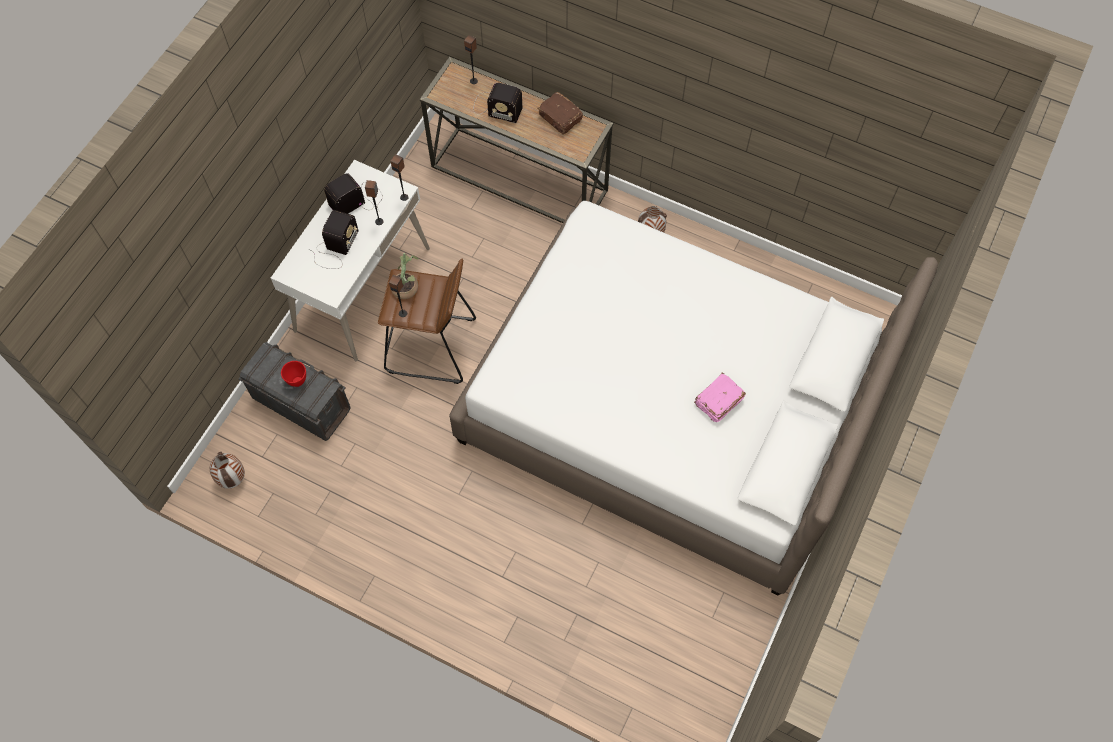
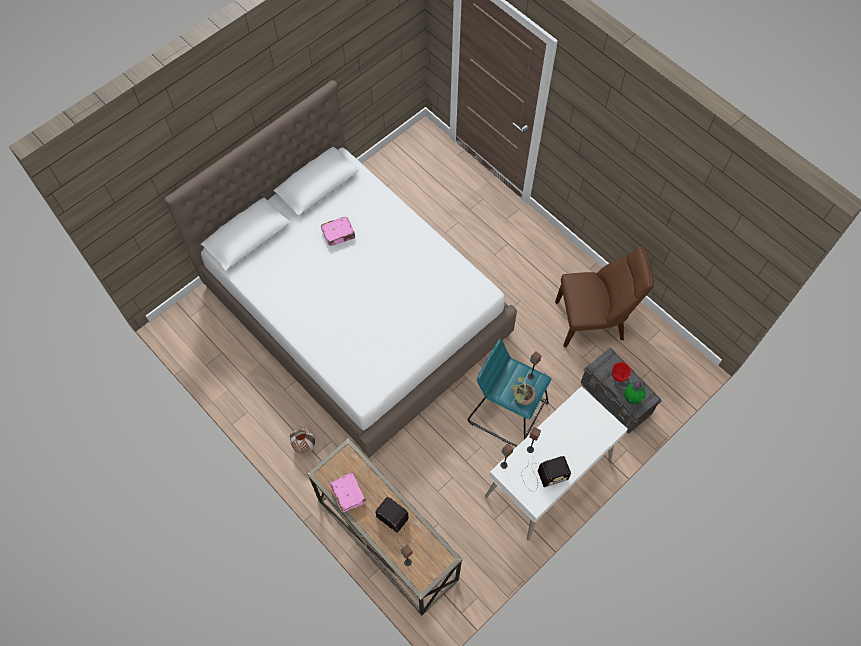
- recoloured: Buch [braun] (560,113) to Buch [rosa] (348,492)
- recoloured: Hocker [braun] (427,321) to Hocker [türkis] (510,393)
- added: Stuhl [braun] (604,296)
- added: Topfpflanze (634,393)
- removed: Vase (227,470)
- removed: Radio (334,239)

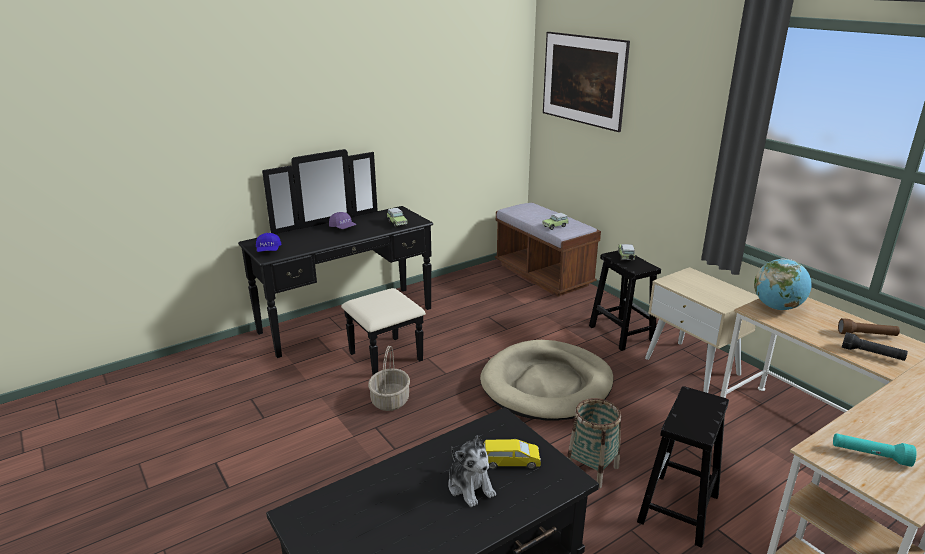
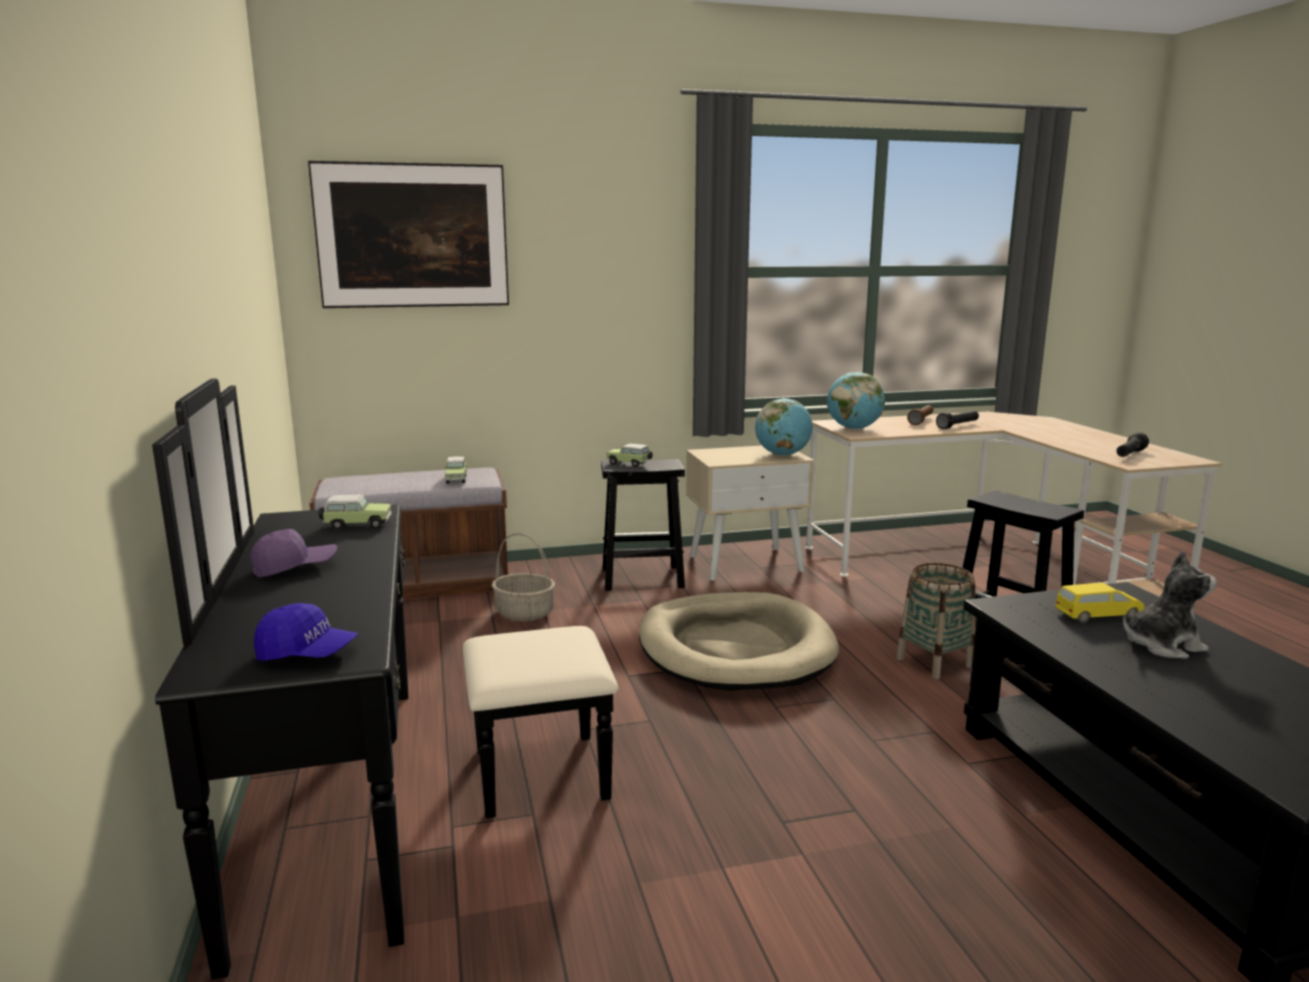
- moved: Korb (389,378) to (523,577)
- added: Globus (783,427)
- turned: Spielzeugauto [gelb] (512,454) = (1100,602) 60 degrees clockwise
- recoloured: Taschenlampe [türkis] (874,450) to Taschenlampe [schwarz] (1132,444)

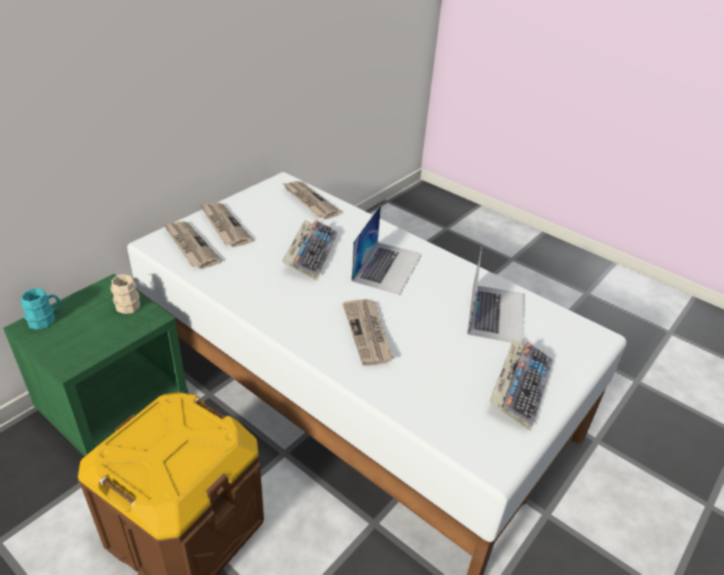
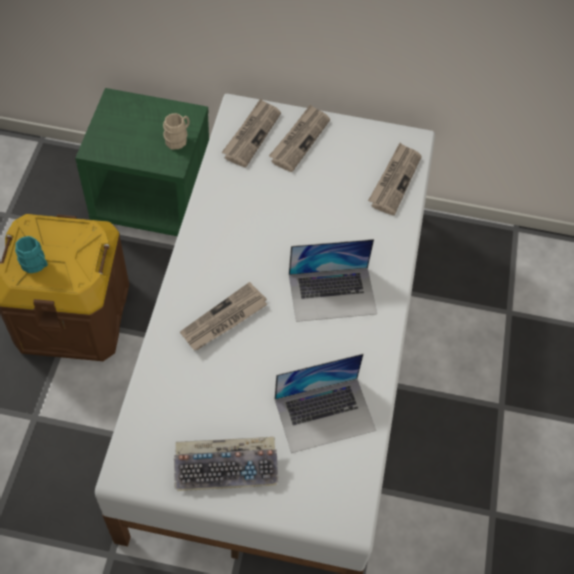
- moved: Henkelbecher [türkis] (41,308) to (31,254)
- removed: Tastatur (309,250)

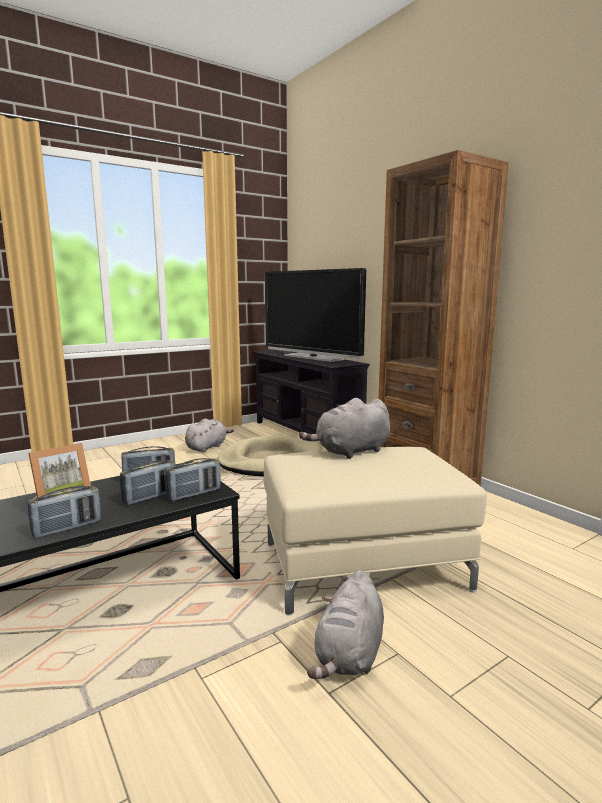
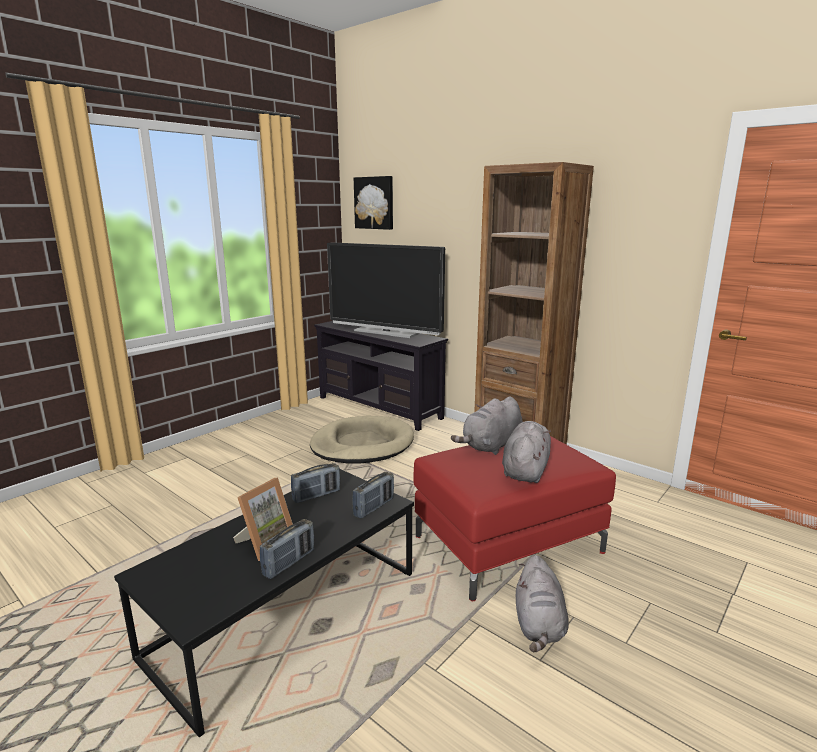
- added: Bild (373,203)
- recoloured: Polsterhocker [beige] (375,531) to Polsterhocker [rot] (515,518)
- moved: Plüschtier [grau] (209,435) to (526,452)
- removed: Radio (148,482)

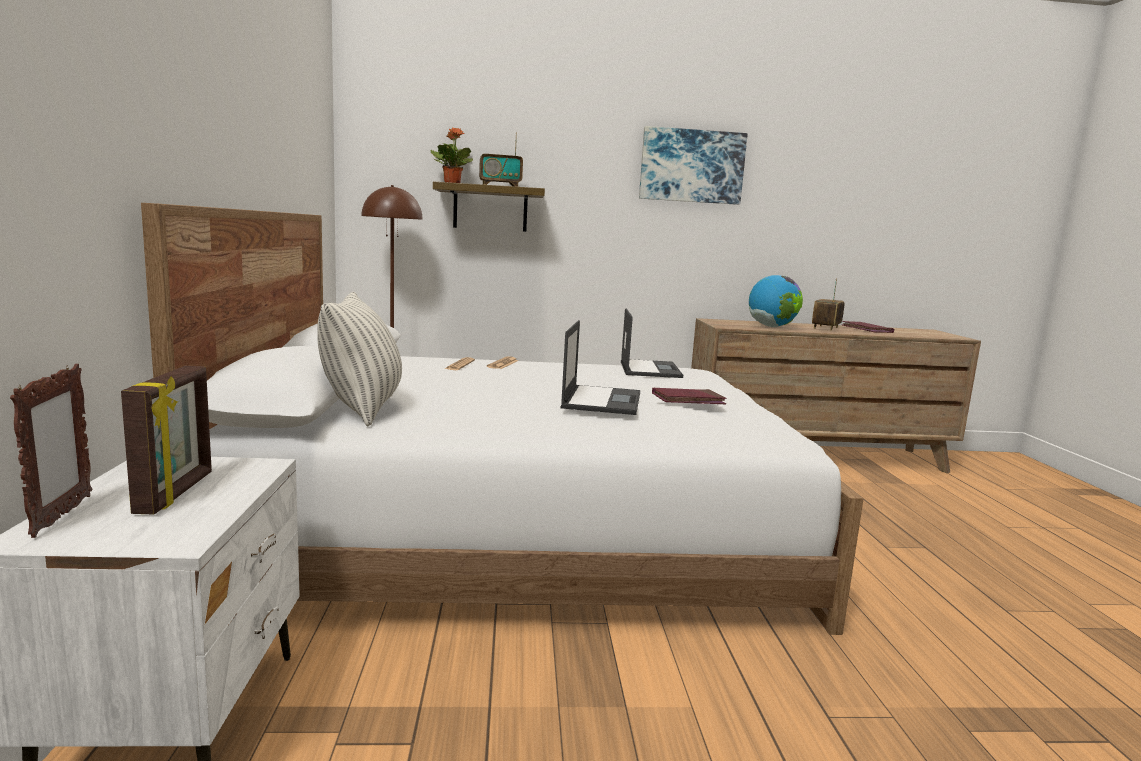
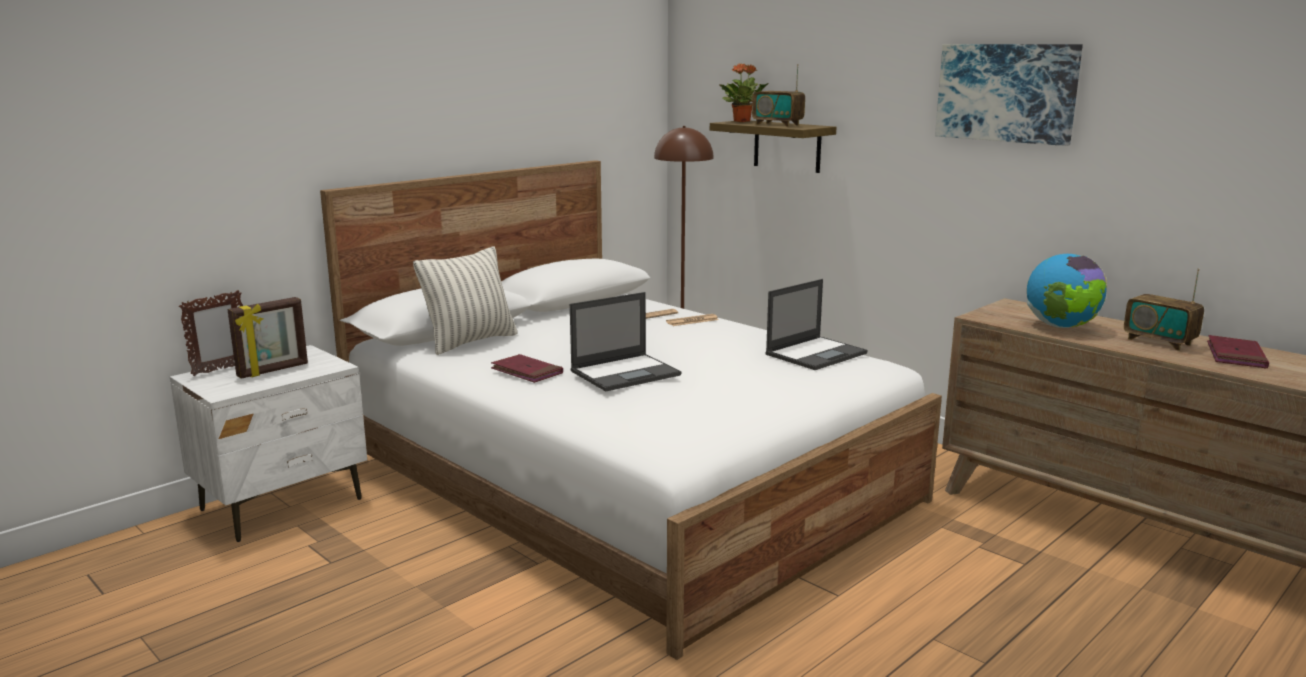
- moved: Buch [rot] (689,396) to (527,368)
- turned: Radio (828,305) = (1164,310) 120 degrees counterclockwise

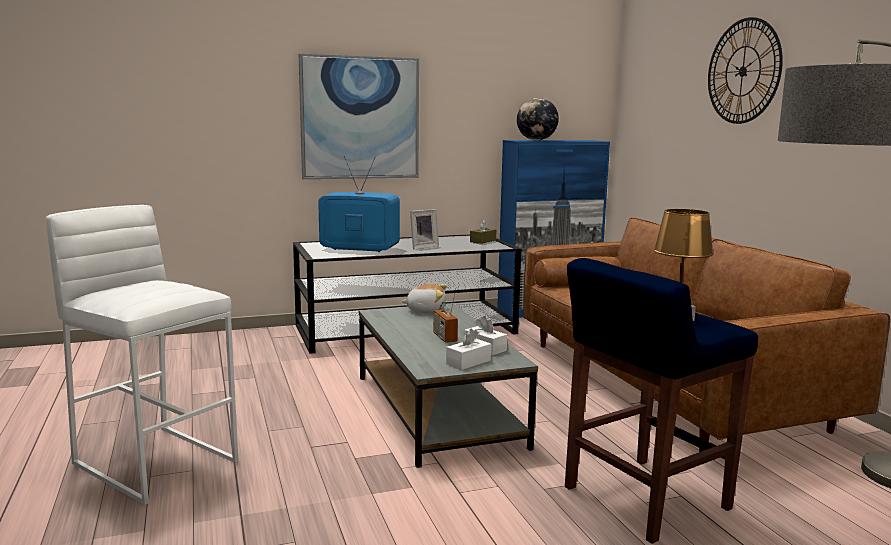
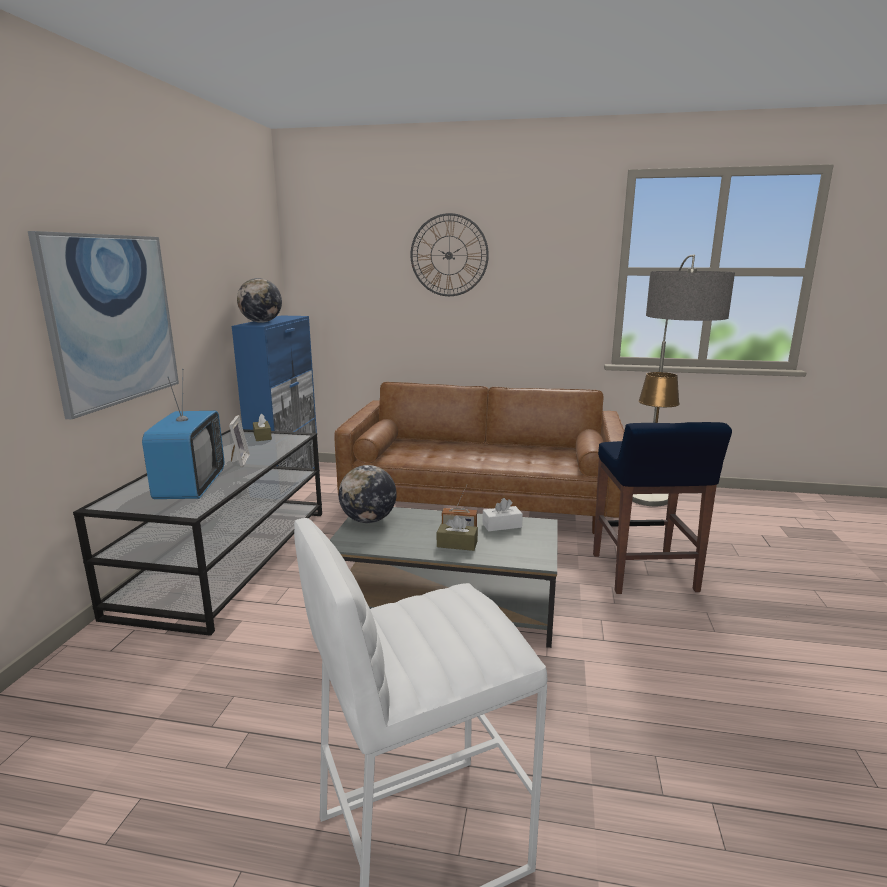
- turned: Fernseher (359,204) = (183,434) 135 degrees clockwise
- replaced: Plüschtier (424,298) to Globus (367,494)
- added: Taschentuchbox [braun] (457,533)
- removed: Taschentuchbox [weiß] (468,349)

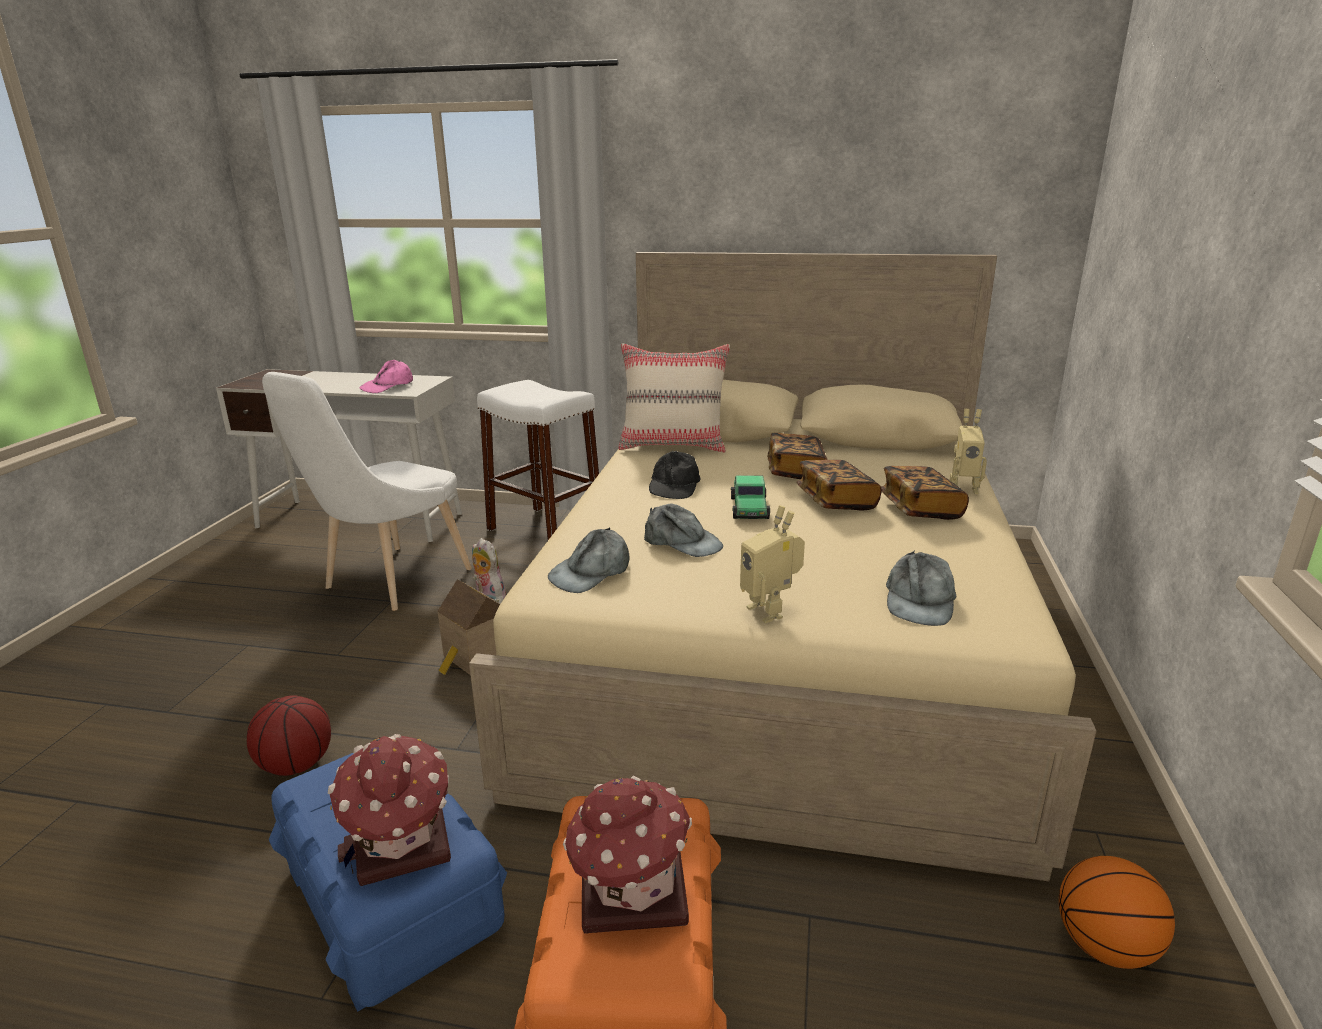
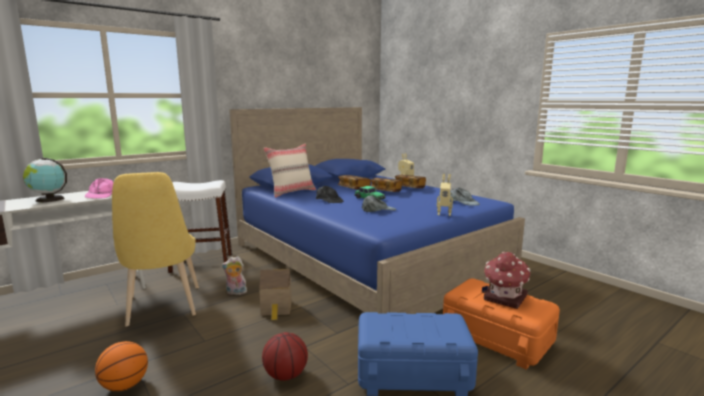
- added: Globus (45,180)
- moved: Basketball (1117,912) to (121,366)
- recoloured: Stuhl [weiß] (367,491) to Stuhl [gelb] (155,249)
- recoloured: Bett [beige] (782,566) to Bett [blau] (377,210)
- removed: Spielzeughaus (389,810)
- removed: Kappe [grau] (589,560)

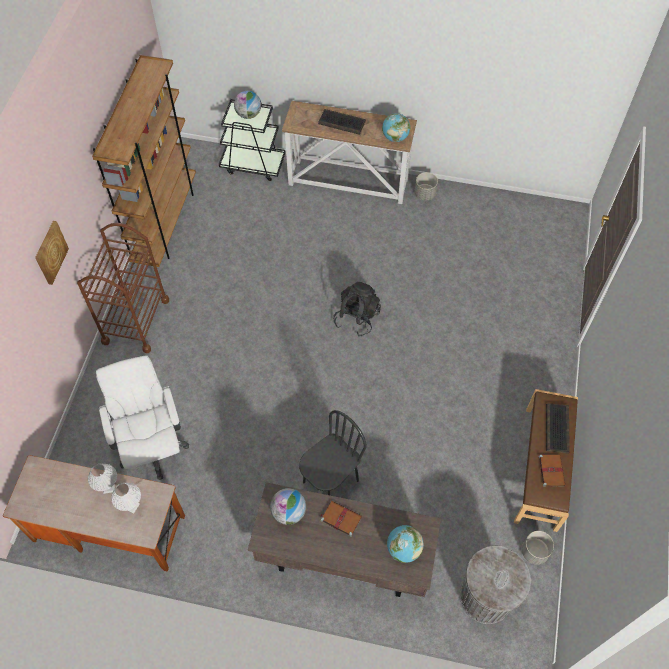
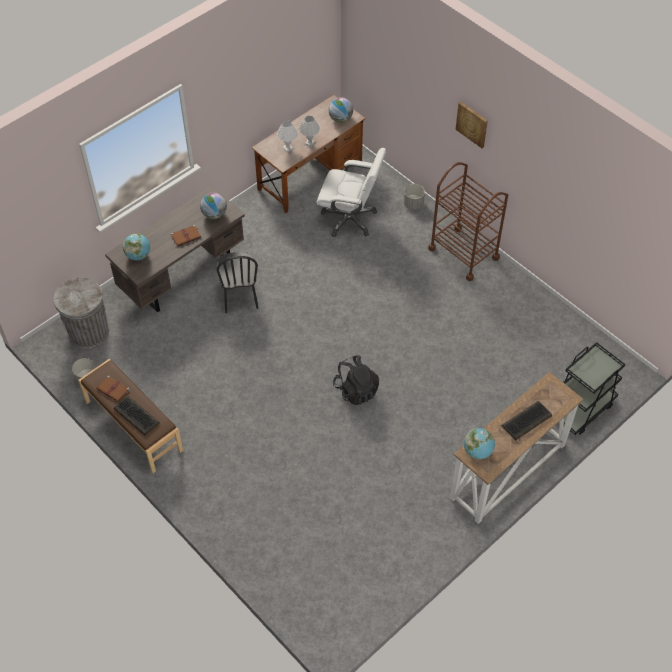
- moved: Globus (247,105) to (341,110)
- moved: Pflanzkübel [grau] (426,186) to (414,197)
- removed: Bücherregal [braun] (144,161)

